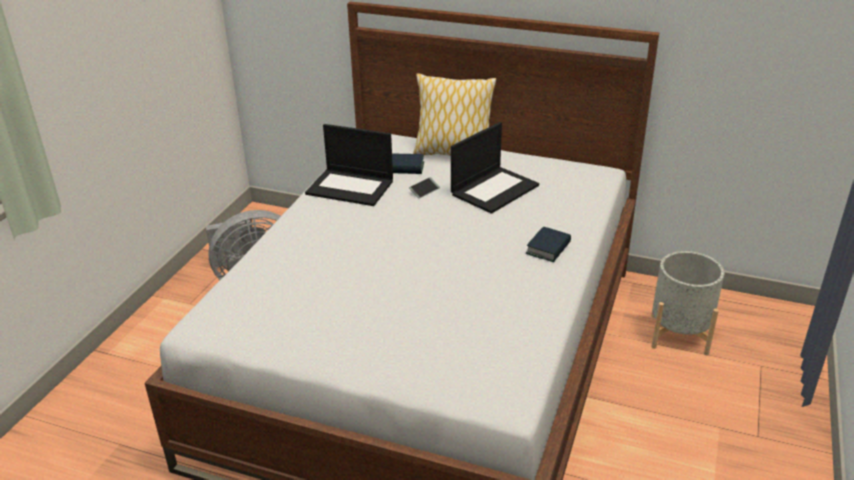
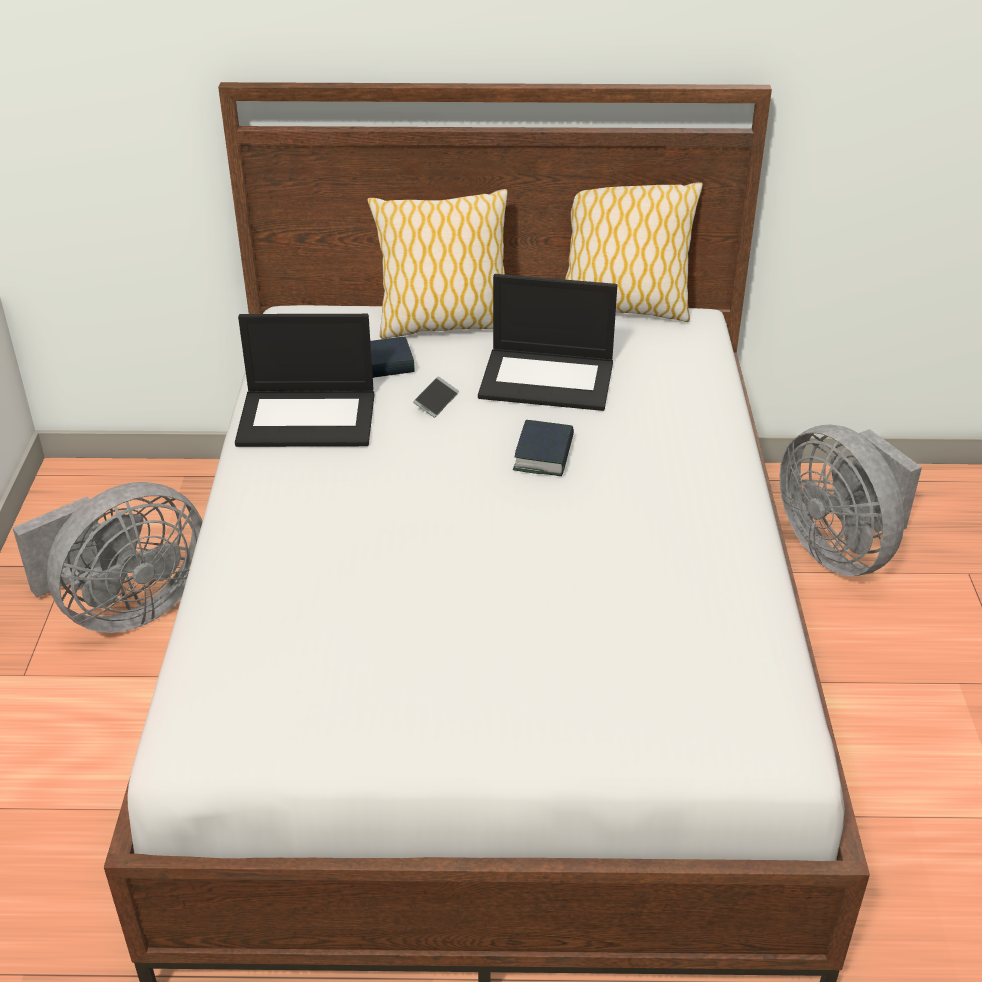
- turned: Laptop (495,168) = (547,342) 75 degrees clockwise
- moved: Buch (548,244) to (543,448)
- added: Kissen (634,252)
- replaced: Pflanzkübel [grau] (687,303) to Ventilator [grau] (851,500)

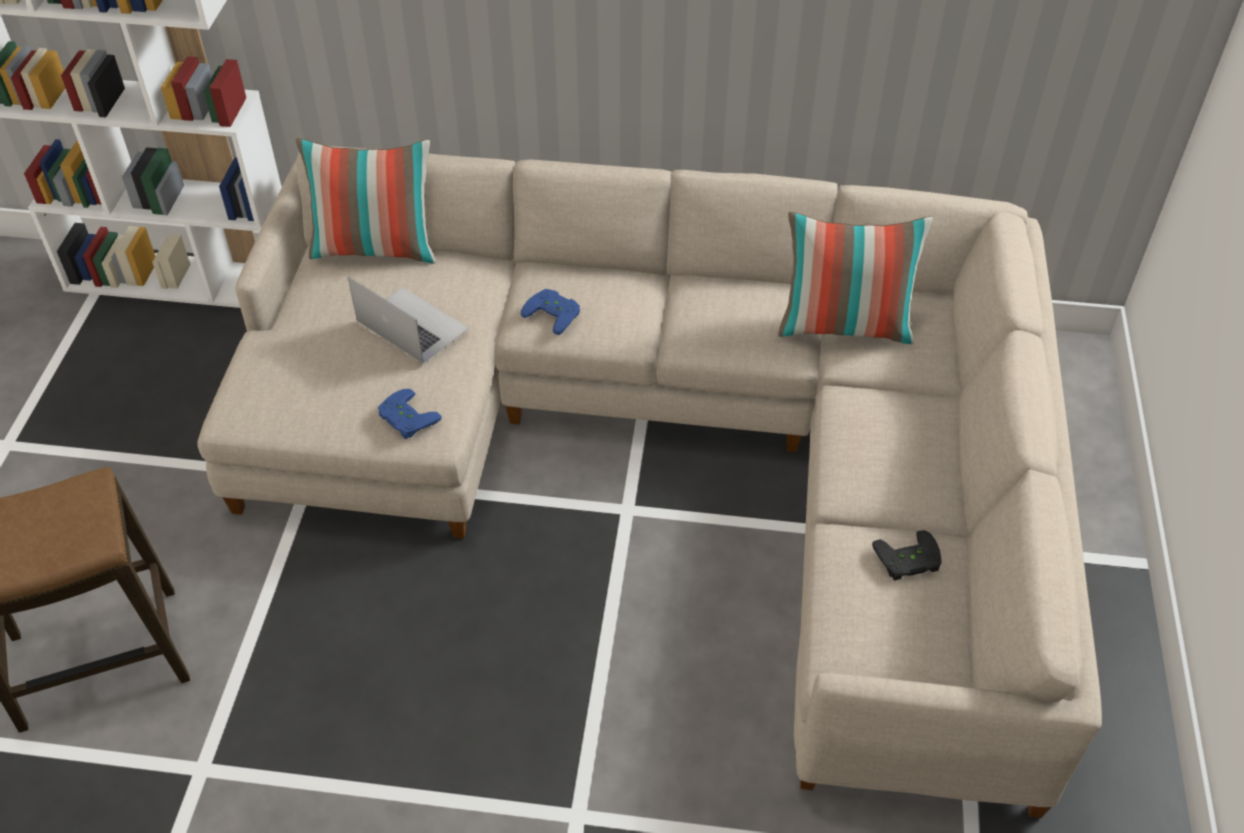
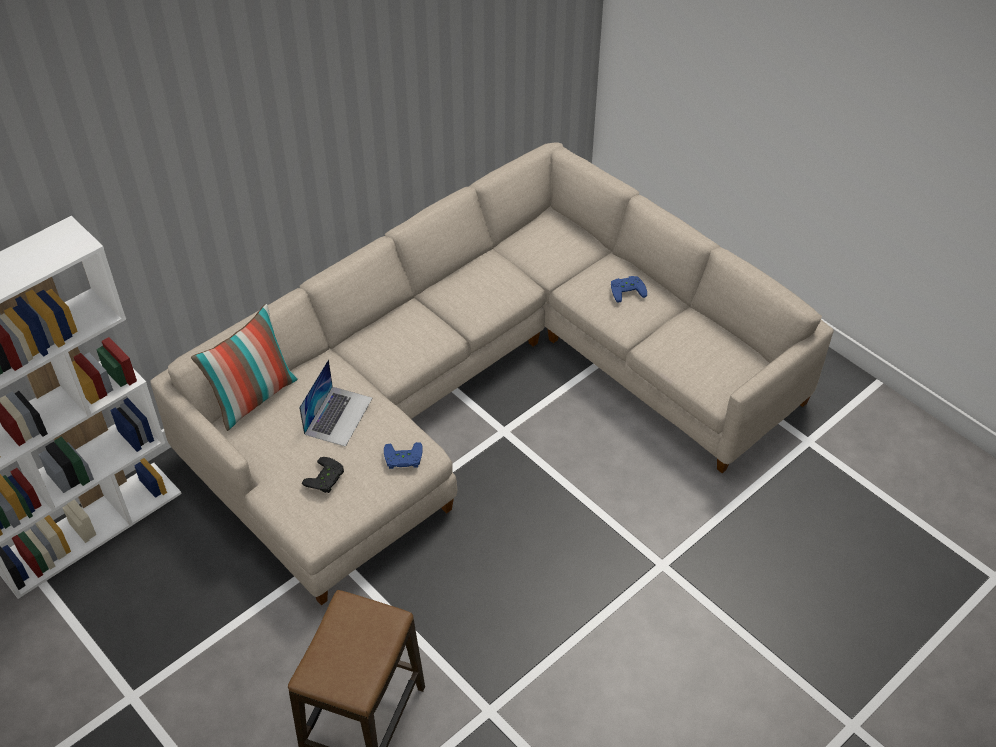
- turned: Laptop (408,320) = (335,403) 120 degrees clockwise
- moved: Gamepad [schwarz] (907,555) to (323,475)
- moved: Gamepad [blau] (550,312) to (629,289)
- removed: Kissen (855,278)

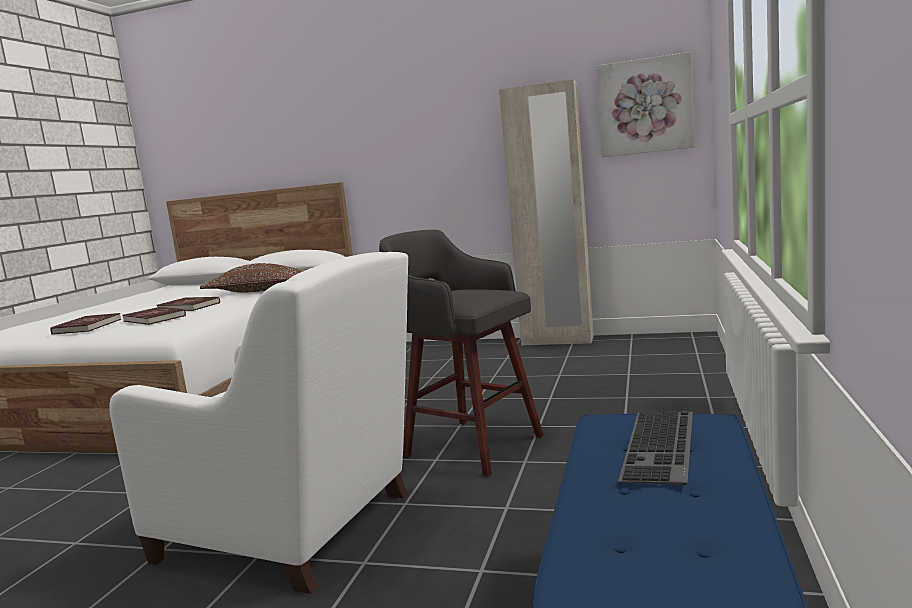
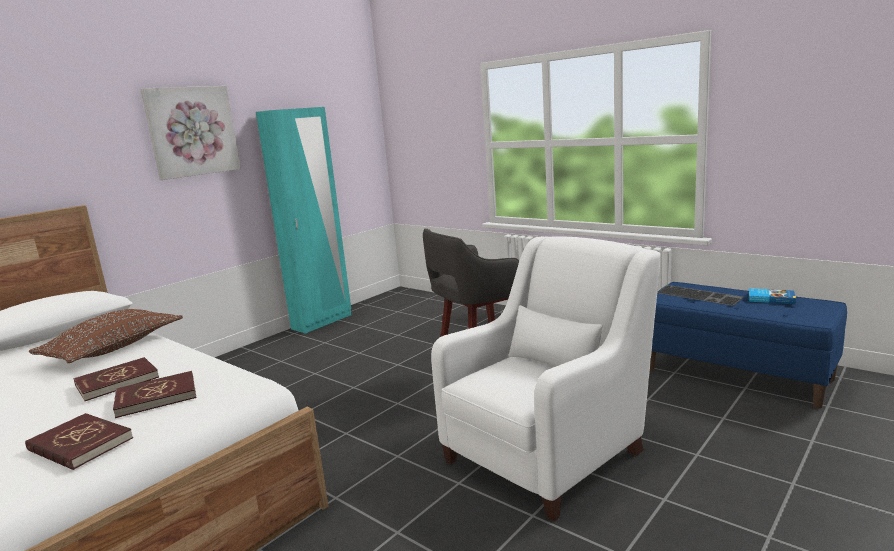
- moved: Bild (645,104) to (191,133)
- recoloured: Kleiderschrank [beige] (546,212) to Kleiderschrank [türkis] (303,220)
- added: Buch (772,296)

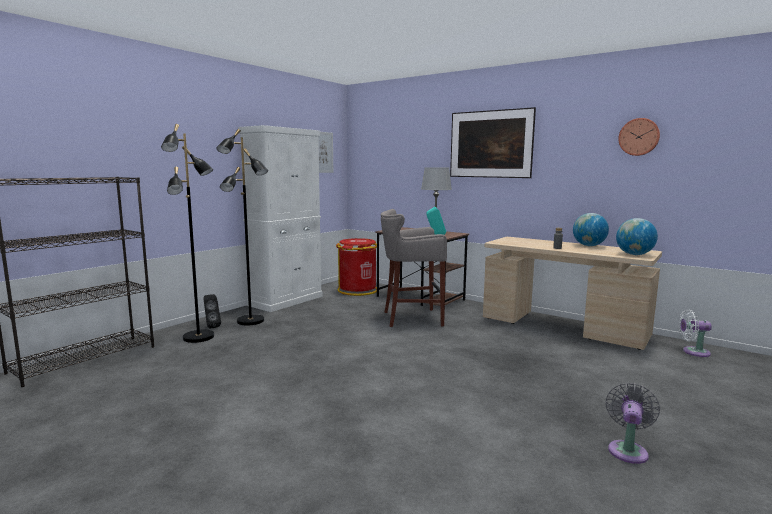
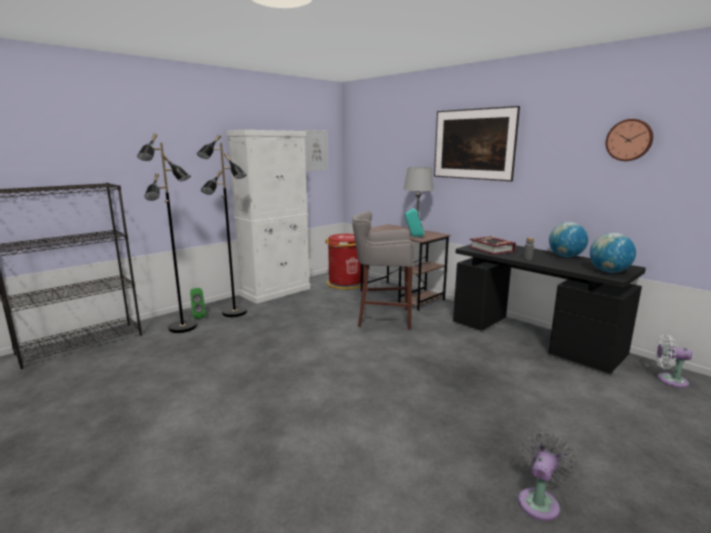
- recoloured: Lautsprecher [schwarz] (212,311) to Lautsprecher [grün] (198,303)
- recoloured: Schreibtisch [beige] (572,293) to Schreibtisch [schwarz] (549,309)
- added: Buch (492,245)

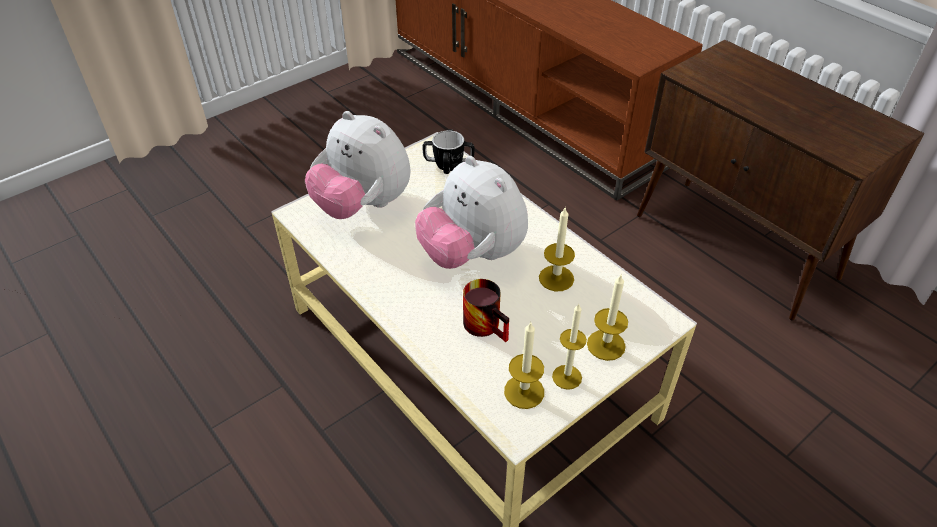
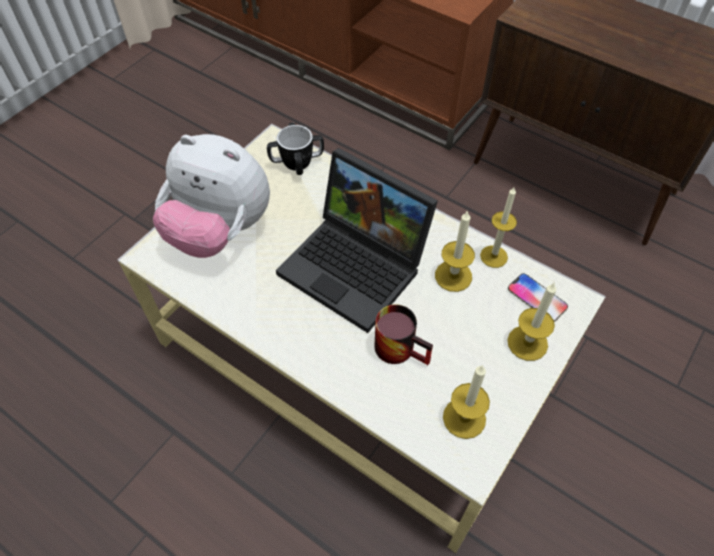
- replaced: Plüschtier (471,212) to Laptop (357,240)
- moved: Kerze (569,347) to (498,227)
- added: Handy (538,297)

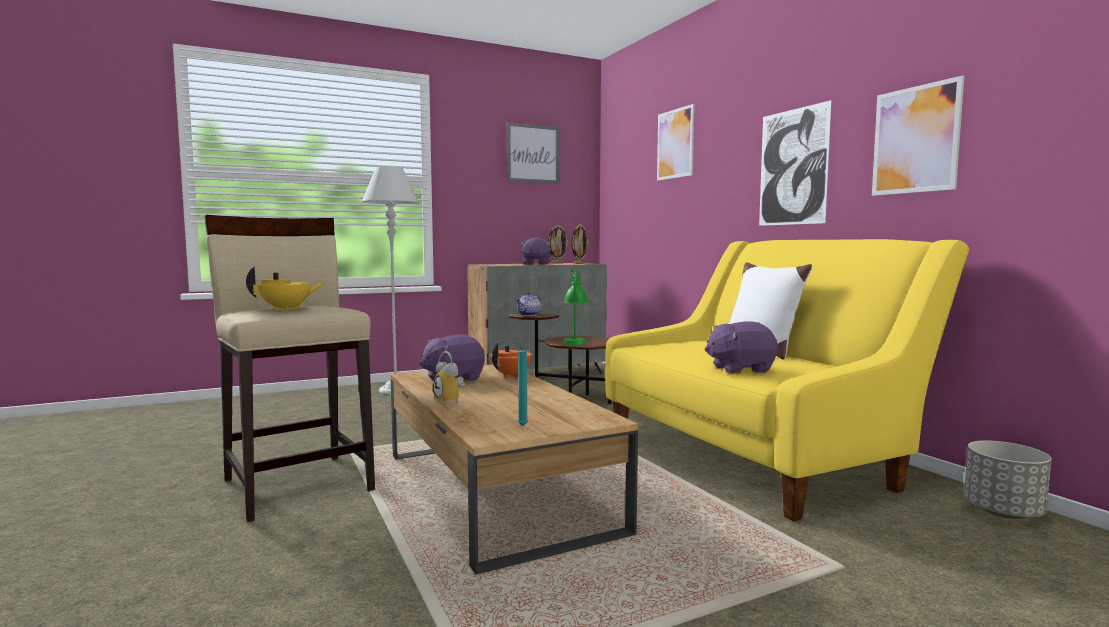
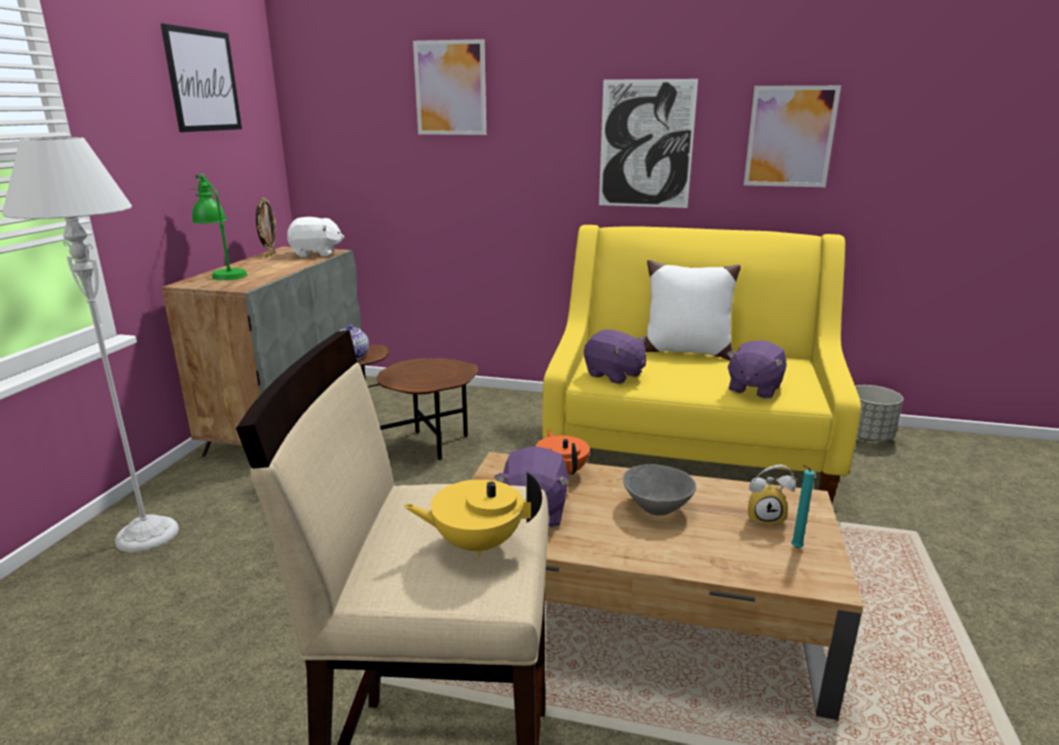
- moved: Tischlampe [grün] (575,307) to (218,227)
- replaced: Bilderrahmen (580,244) to Plüschtier [weiß] (315,237)
- turned: Teekanne [gelb] (285,288) = (473,514) 105 degrees counterclockwise
- moved: Plüschtier [lila] (535,251) to (615,356)
- added: Schüssel [grau] (659,490)
- moved: Wecker (449,378) to (772,495)

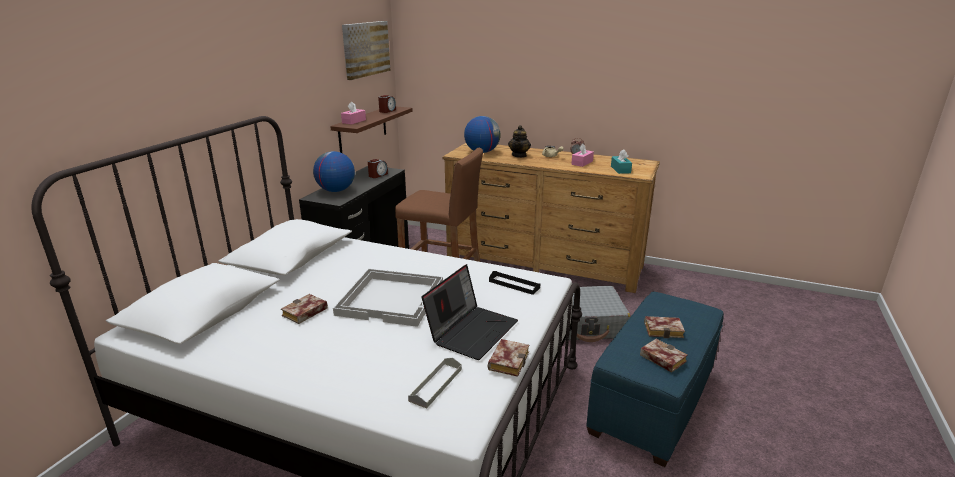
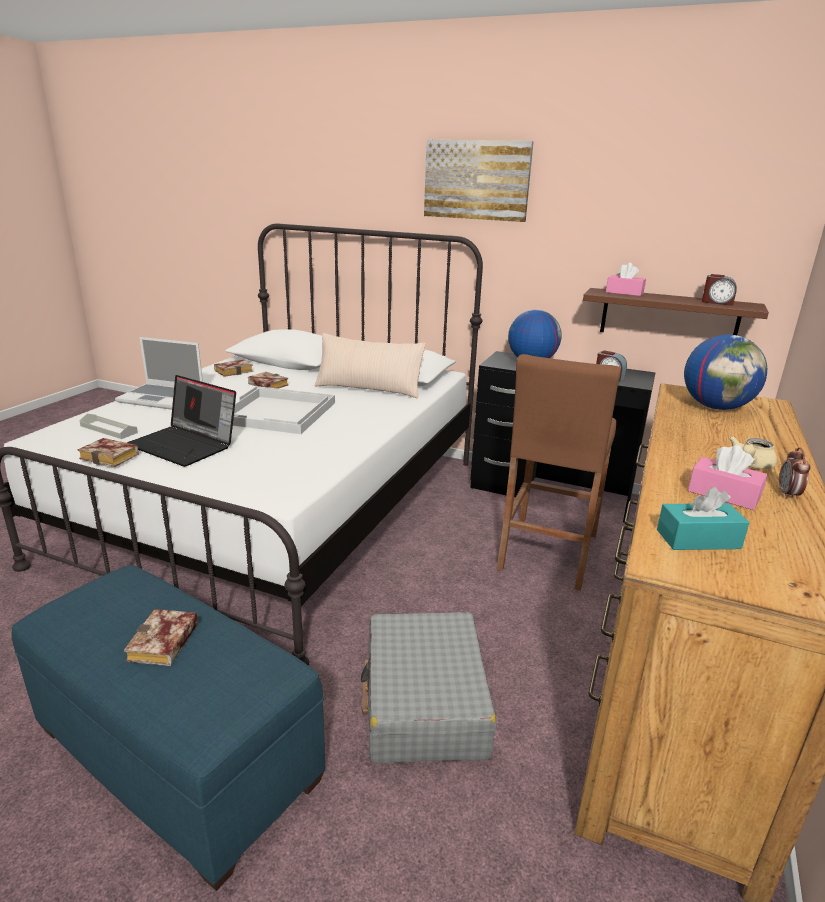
- added: Laptop (159,373)
- moved: Buch (664,355) to (233,368)
- added: Kissen [beige] (370,365)
- moved: Bild (366,50) to (479,181)
- removed: Tablett [schwarz] (514,283)
- removed: Teekanne (519,141)

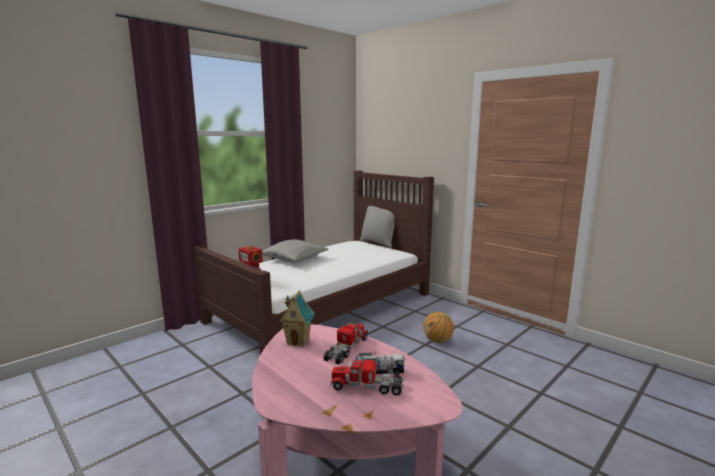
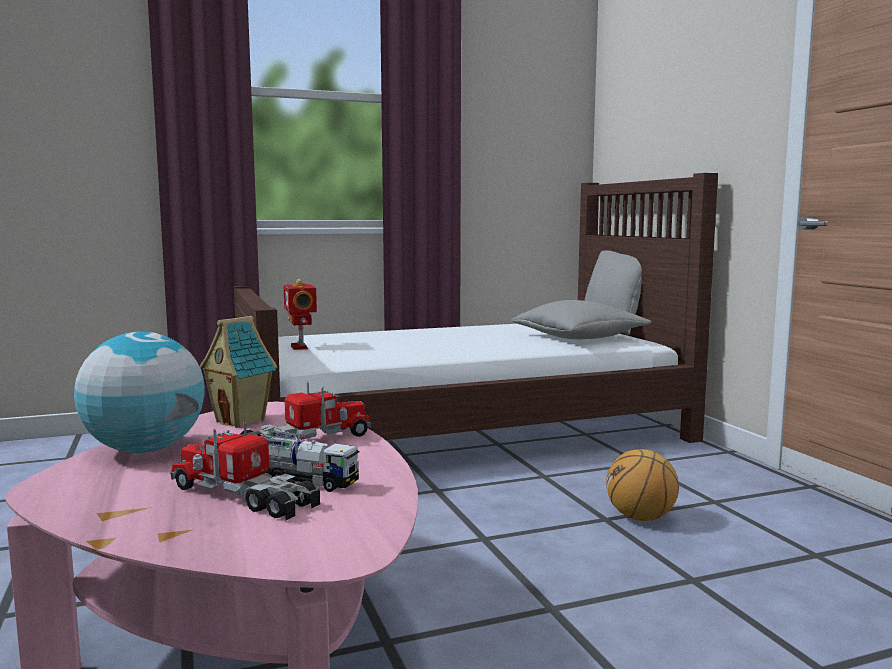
- added: Globus (139,392)
- moved: Kissen [grau] (295,251) to (581,320)

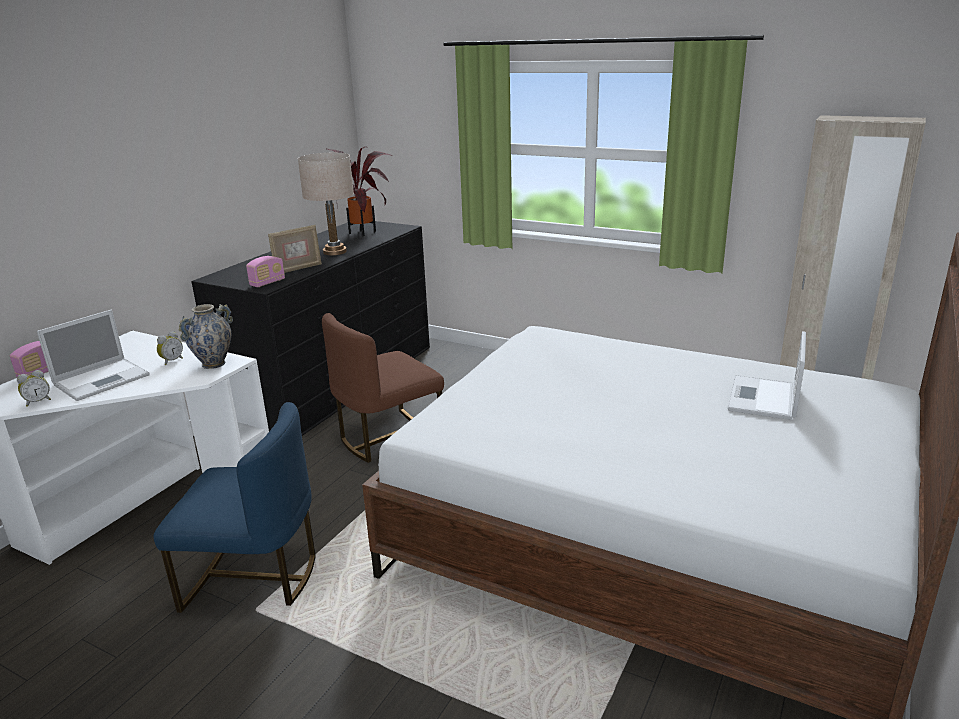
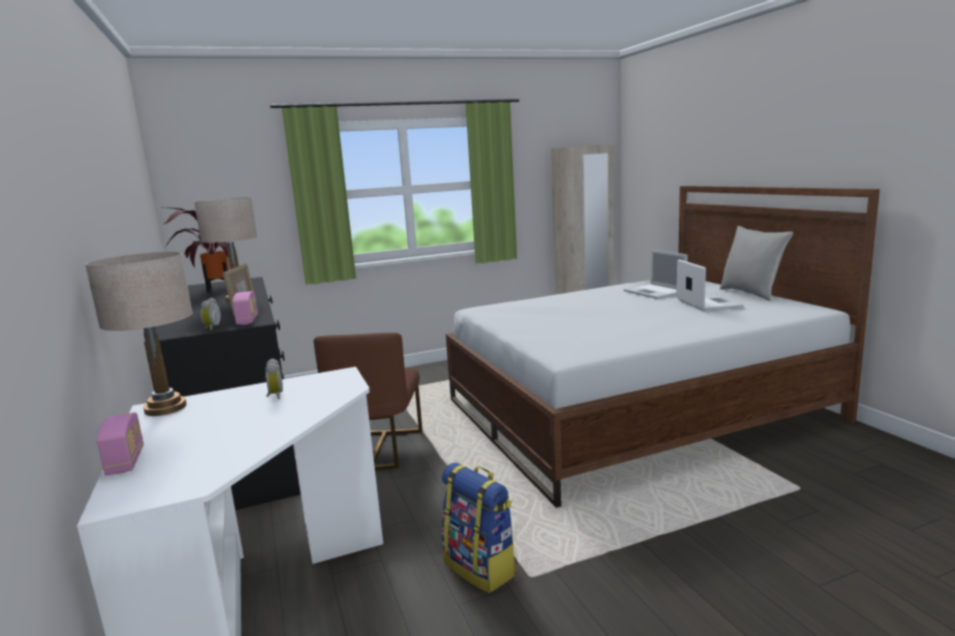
- added: Tischlampe [beige] (139,334)
- moved: Wecker (34,388) to (211,314)
- replaced: Stuhl [blau] (235,507) to Rucksack (479,527)
- moved: Laptop (93,355) to (710,285)
- added: Kissen [grau] (756,263)
- removed: Vase (206,336)

